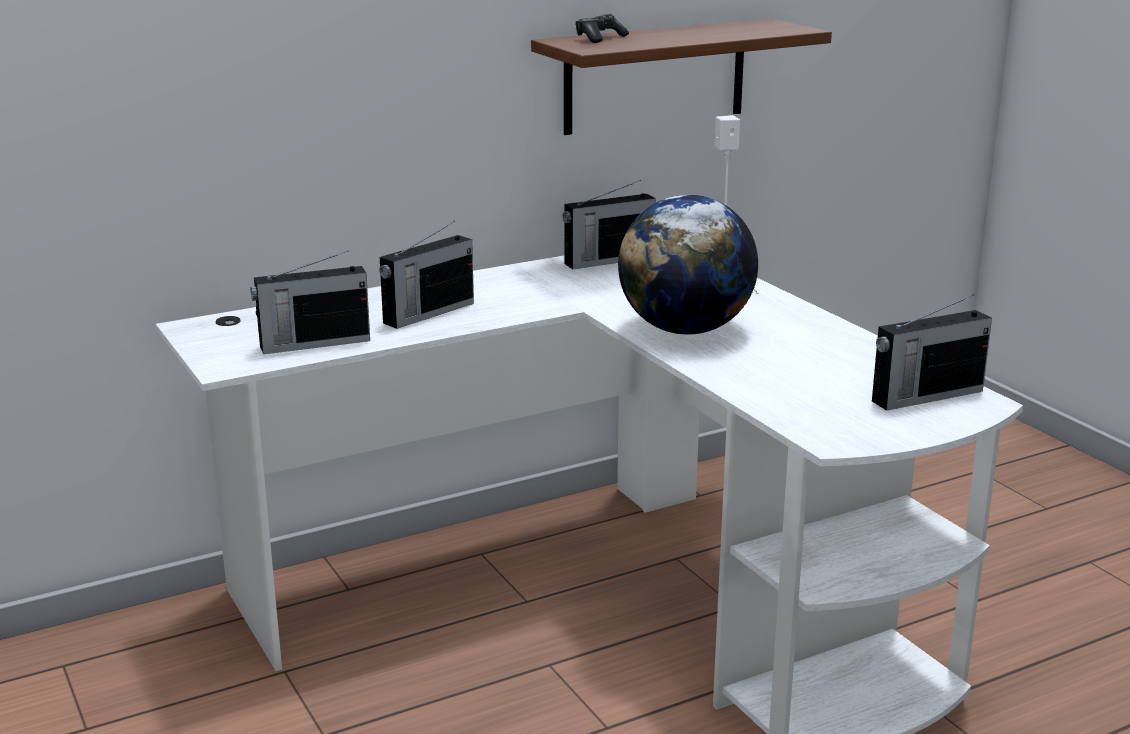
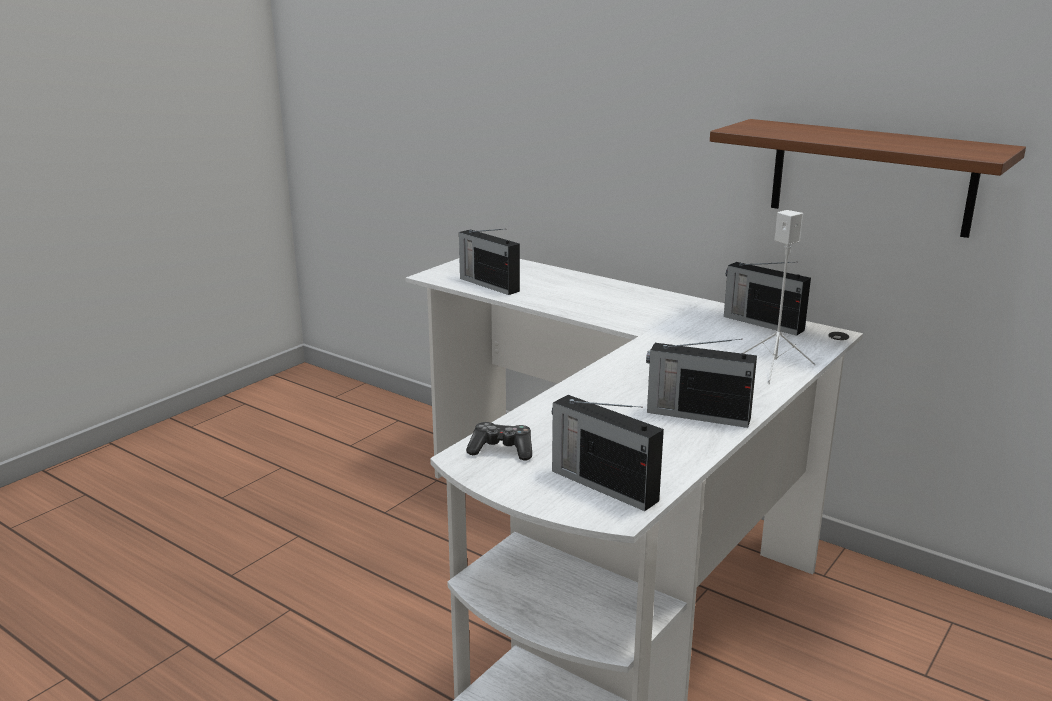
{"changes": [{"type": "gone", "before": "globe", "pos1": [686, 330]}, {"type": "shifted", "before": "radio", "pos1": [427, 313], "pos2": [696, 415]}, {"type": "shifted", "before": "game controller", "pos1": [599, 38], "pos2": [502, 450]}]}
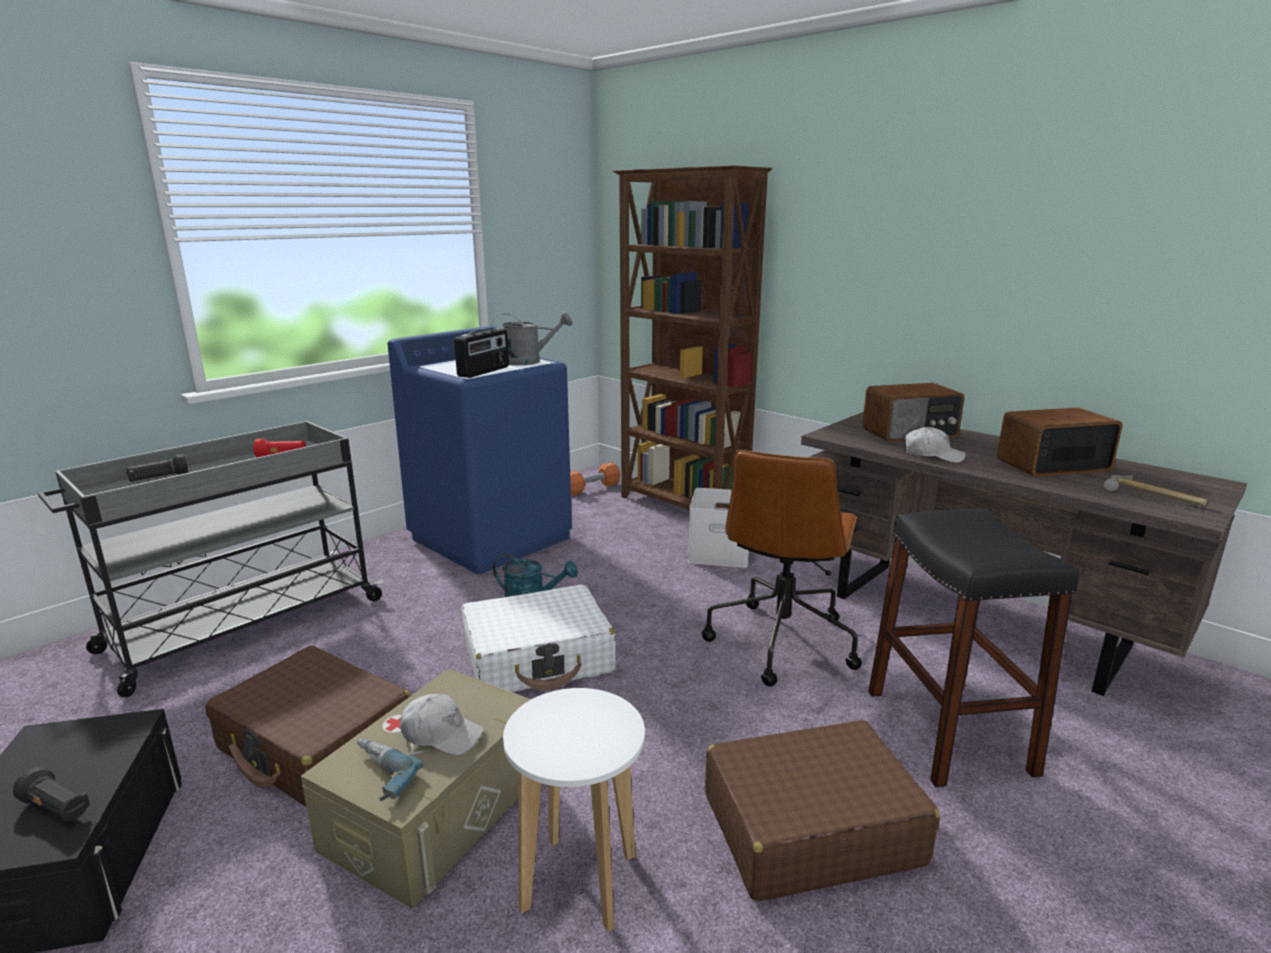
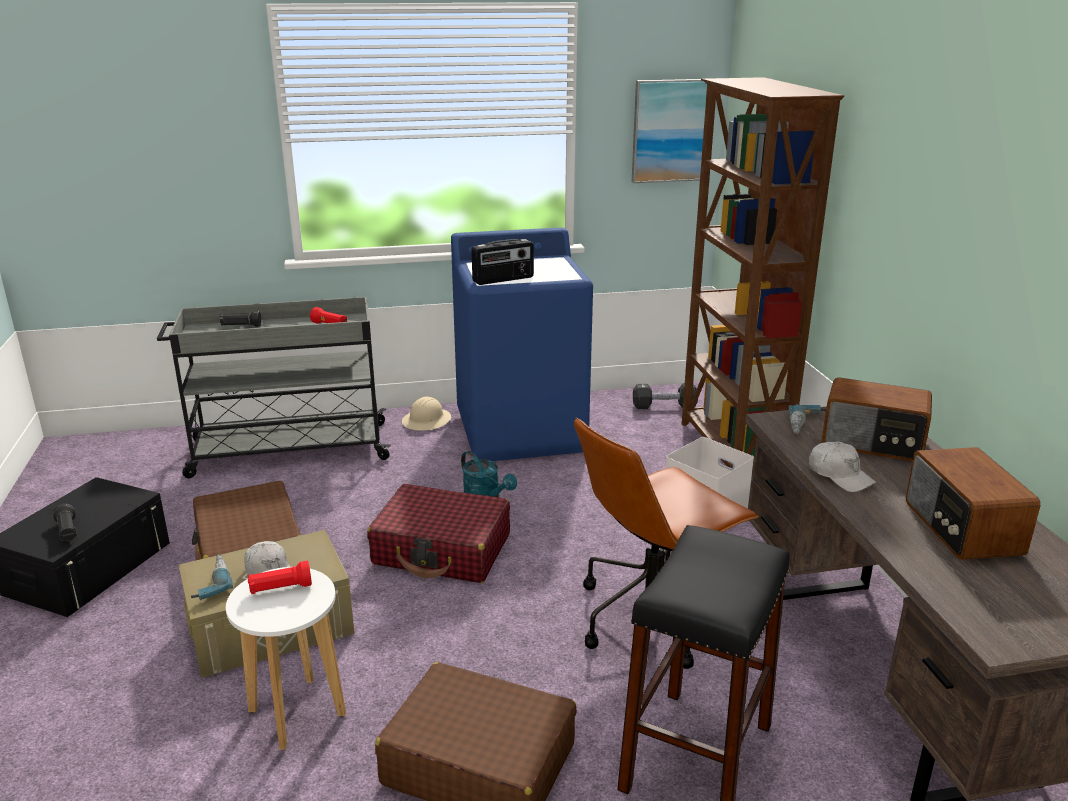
{"changes": [{"type": "gone", "before": "watering can (grey)", "pos1": [529, 361]}, {"type": "gone", "before": "hammer", "pos1": [1152, 496]}, {"type": "new", "after": "flashlight (red)", "pos2": [280, 588]}, {"type": "new", "after": "hard hat (beige)", "pos2": [427, 421]}, {"type": "new", "after": "picture", "pos2": [671, 131]}, {"type": "new", "after": "power drill", "pos2": [807, 426]}, {"type": "repainted", "before": "suitcase (white)", "after": "suitcase (red)", "pos1": [539, 658], "pos2": [442, 550]}, {"type": "repainted", "before": "dumbbell (orange)", "after": "dumbbell (black)", "pos1": [592, 488], "pos2": [664, 406]}, {"type": "rotated", "before": "radio", "pos1": [1051, 464], "pos2": [960, 528], "turn": -120}]}
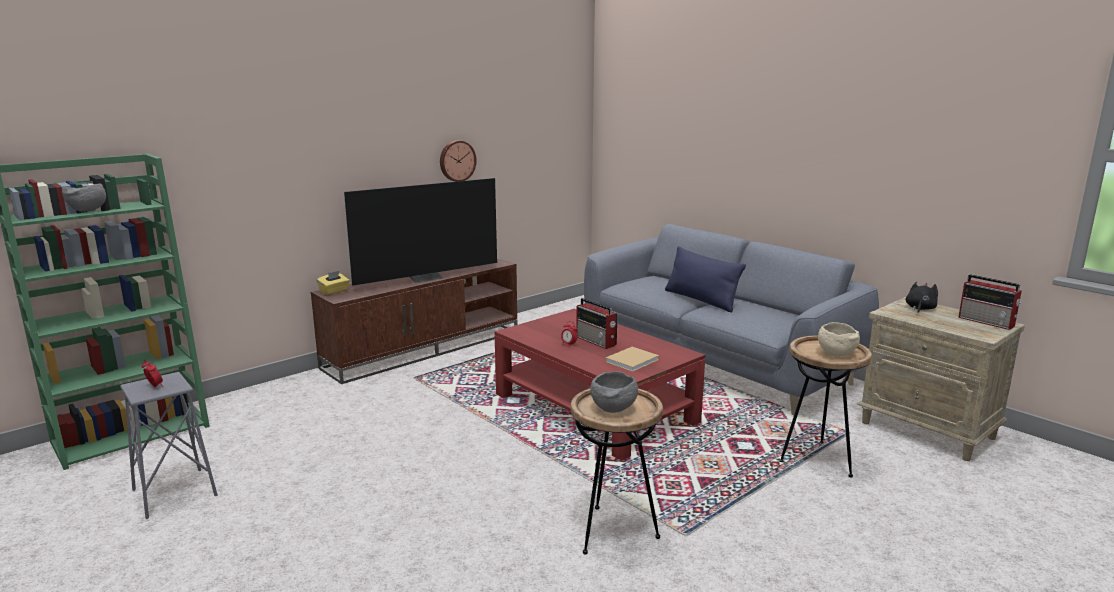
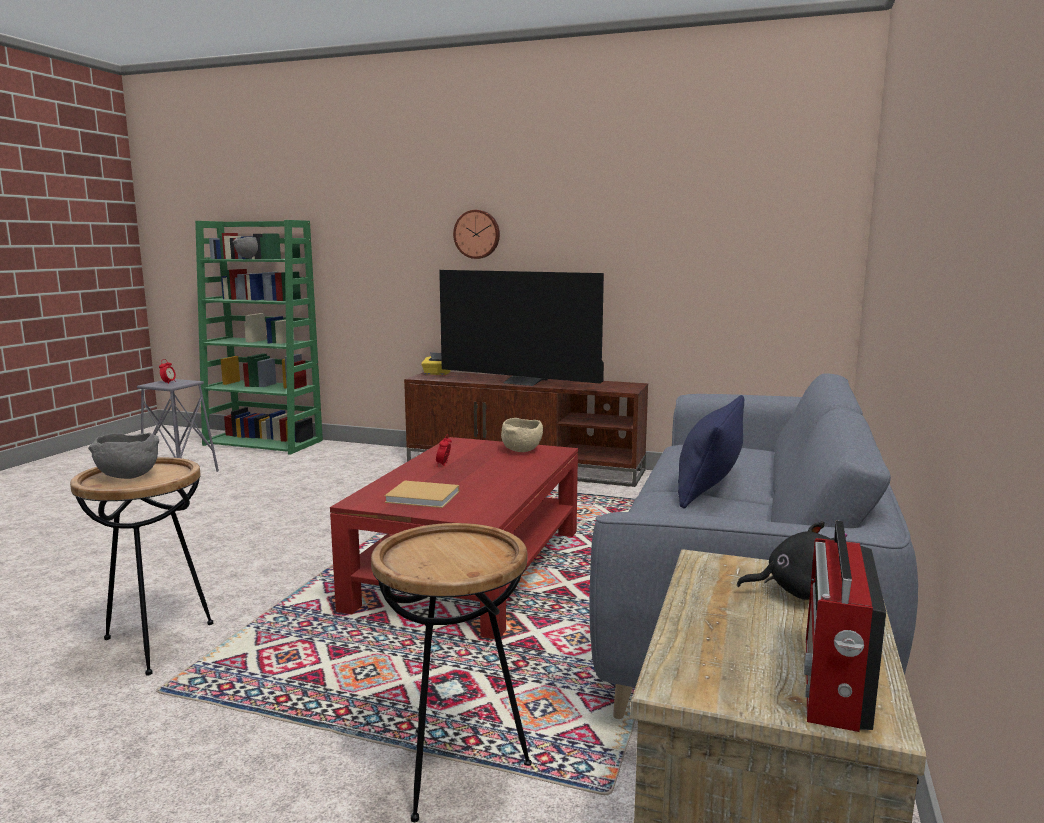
{"changes": [{"type": "gone", "before": "radio", "pos1": [596, 341]}, {"type": "shifted", "before": "wall clock", "pos1": [456, 161], "pos2": [477, 234]}, {"type": "shifted", "before": "bowl (beige)", "pos1": [835, 354], "pos2": [522, 450]}]}
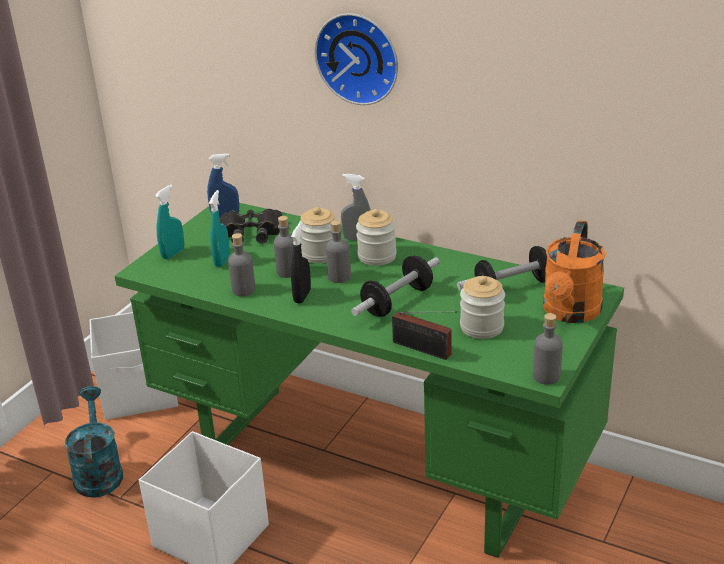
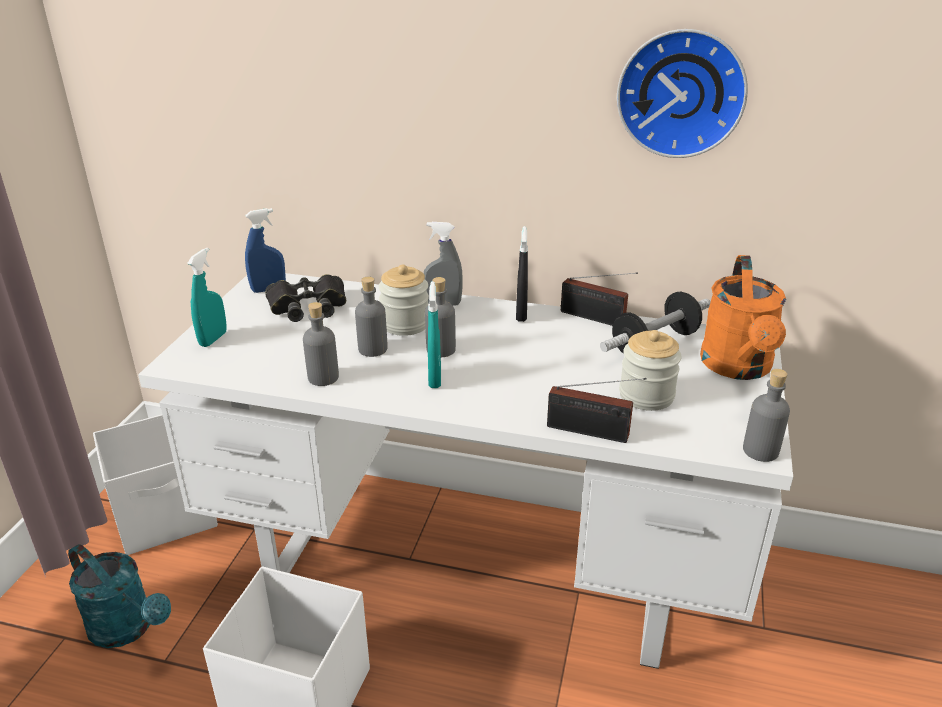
{"changes": [{"type": "gone", "before": "dumbbell", "pos1": [397, 301]}, {"type": "gone", "before": "jar", "pos1": [377, 256]}, {"type": "new", "after": "radio", "pos2": [595, 318]}, {"type": "shifted", "before": "spray bottle (turquoise)", "pos1": [222, 260], "pos2": [434, 379]}, {"type": "shifted", "before": "spray bottle (black)", "pos1": [302, 296], "pos2": [521, 314]}, {"type": "shifted", "before": "wall clock", "pos1": [359, 57], "pos2": [681, 93]}, {"type": "repainted", "before": "desk (green)", "after": "desk (white)", "pos1": [373, 463], "pos2": [473, 568]}, {"type": "rotated", "before": "watering can (turquoise)", "pos1": [98, 472], "pos2": [128, 628], "turn": 150}]}
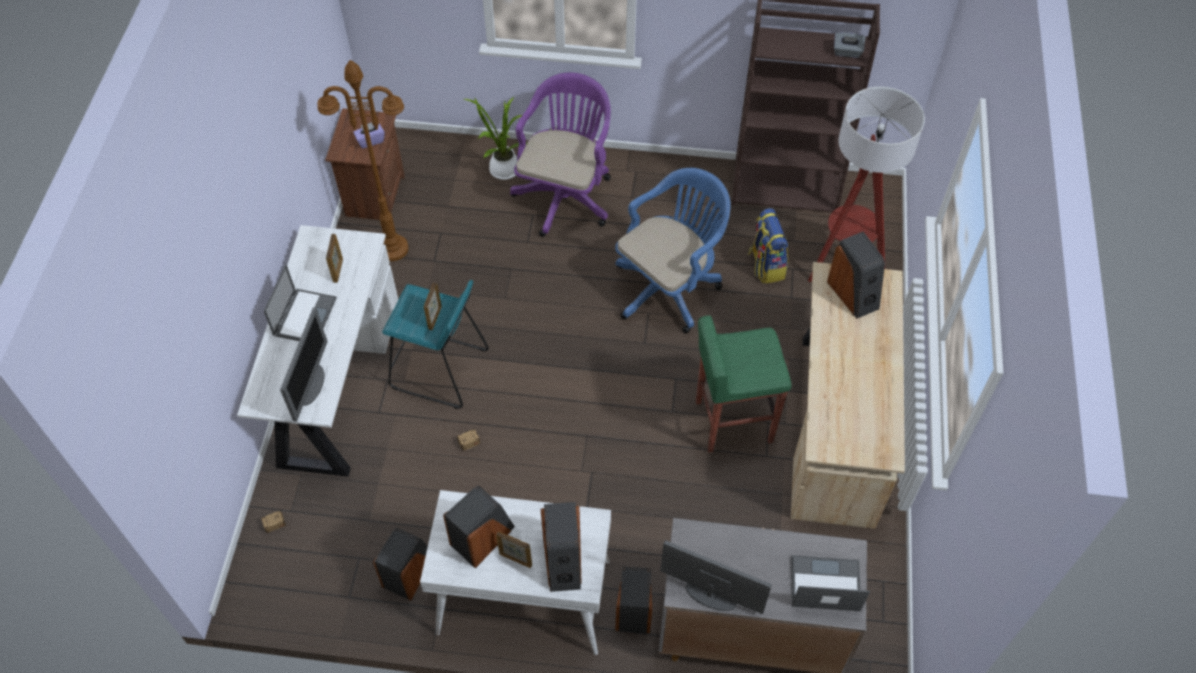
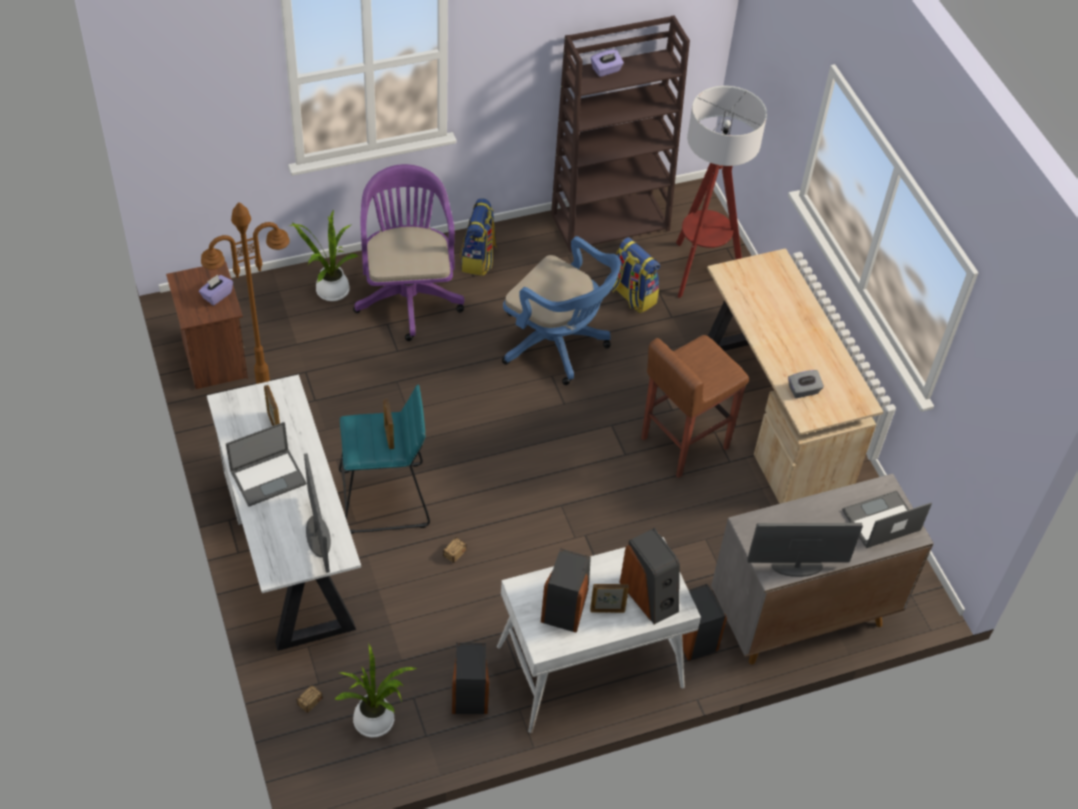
{"changes": [{"type": "gone", "before": "speaker", "pos1": [853, 294]}, {"type": "new", "after": "potted plant", "pos2": [377, 722]}, {"type": "new", "after": "backpack", "pos2": [478, 259]}, {"type": "new", "after": "tissue box (purple)", "pos2": [606, 70]}, {"type": "shifted", "before": "tissue box (grey)", "pos1": [847, 52], "pos2": [803, 391]}, {"type": "repainted", "before": "stool (green)", "after": "stool (brown)", "pos1": [732, 421], "pos2": [683, 443]}, {"type": "rotated", "before": "laptop", "pos1": [305, 316], "pos2": [269, 477], "turn": 75}, {"type": "rotated", "before": "office chair (blue)", "pos1": [669, 286], "pos2": [557, 345], "turn": 105}]}
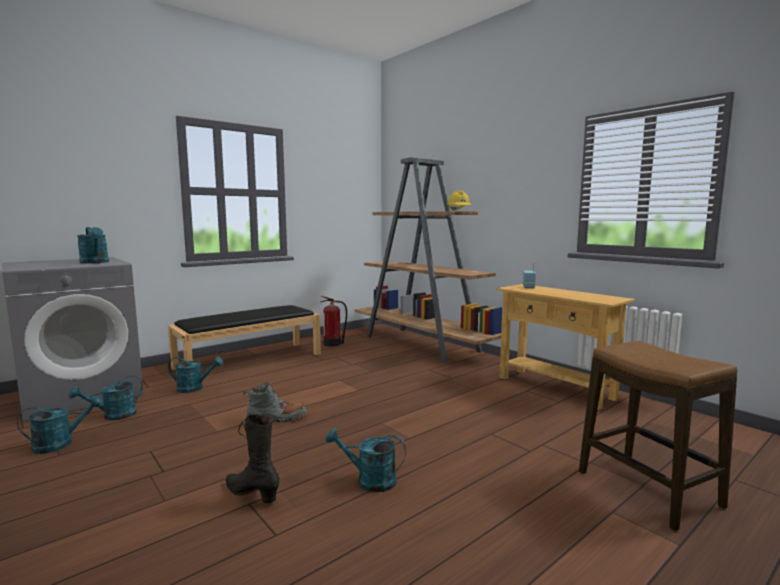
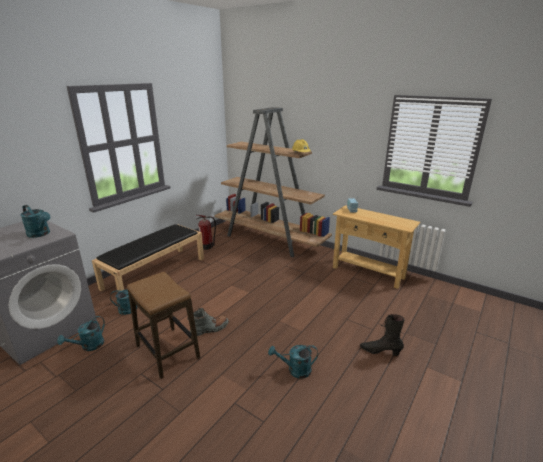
{"changes": [{"type": "gone", "before": "watering can (turquoise)", "pos1": [61, 443]}, {"type": "shifted", "before": "boot (black)", "pos1": [252, 493], "pos2": [380, 351]}, {"type": "shifted", "before": "stool", "pos1": [647, 489], "pos2": [167, 352]}]}
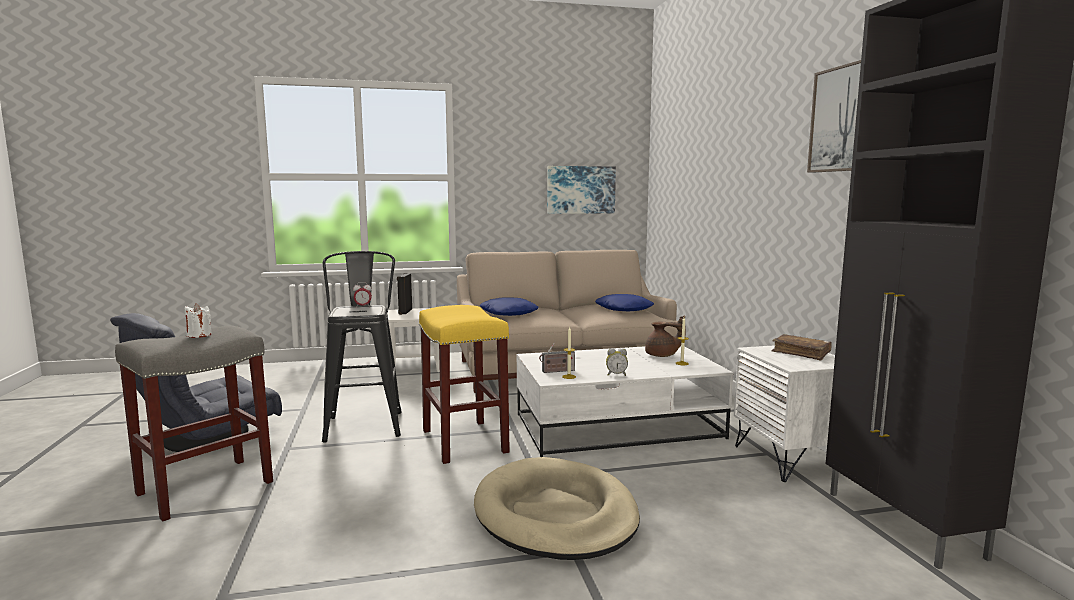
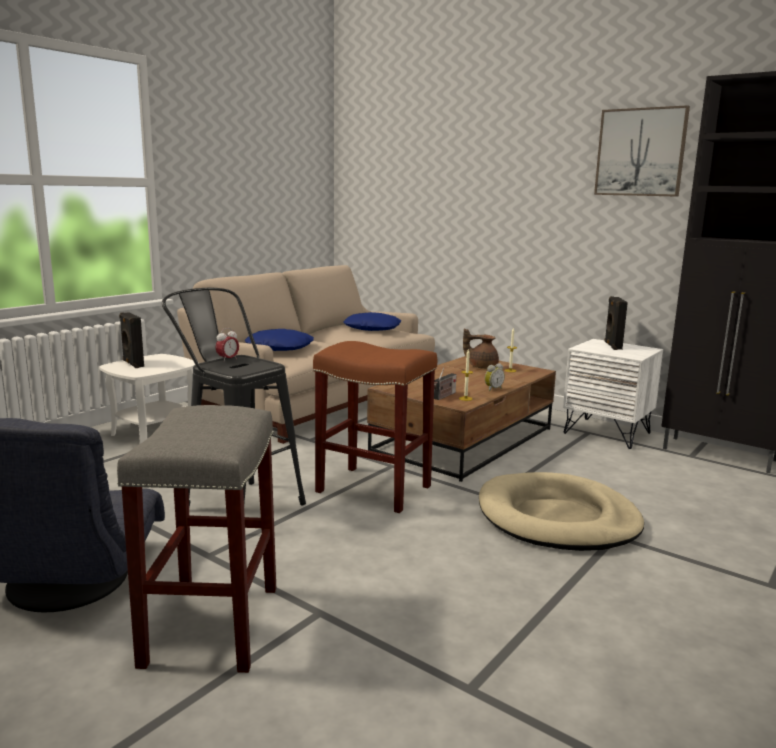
{"changes": [{"type": "gone", "before": "candle (white)", "pos1": [199, 335]}, {"type": "gone", "before": "picture", "pos1": [580, 190]}, {"type": "swapped", "before": "book (brown)", "after": "speaker (black)", "pos1": [801, 353], "pos2": [612, 346]}, {"type": "repainted", "before": "stool (yellow)", "after": "stool (brown)", "pos1": [465, 441], "pos2": [375, 489]}, {"type": "repainted", "before": "coffee table (white)", "after": "coffee table (brown)", "pos1": [618, 426], "pos2": [464, 440]}, {"type": "rotated", "before": "teapot (brown)", "pos1": [662, 355], "pos2": [481, 367], "turn": -135}]}
